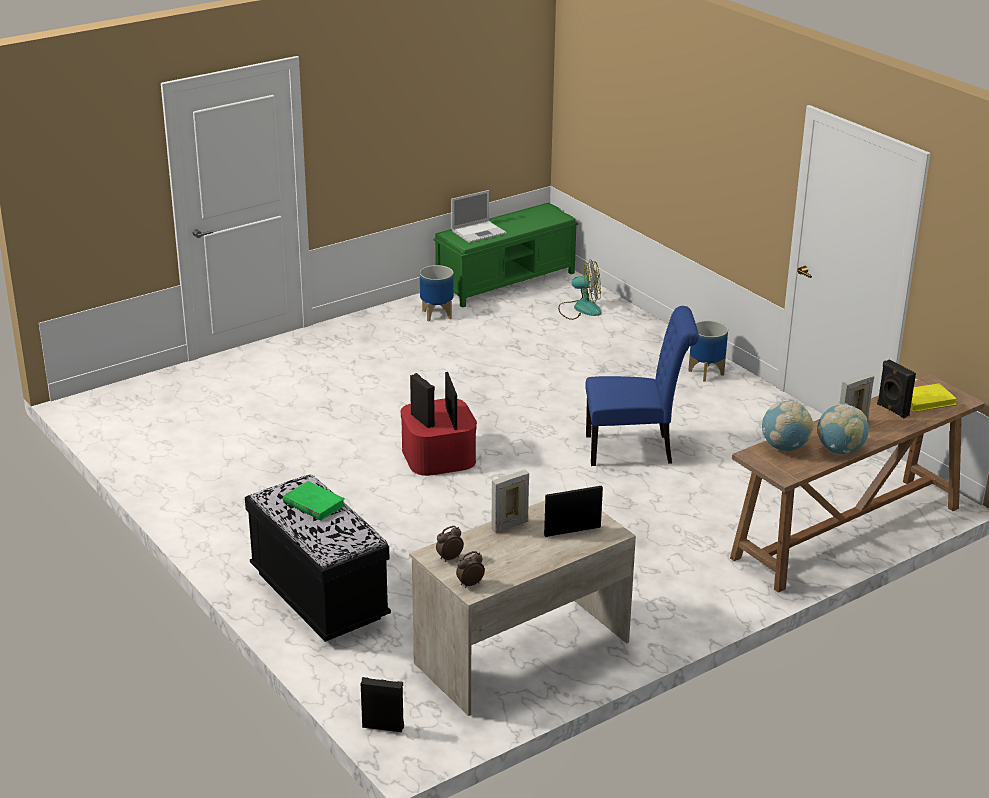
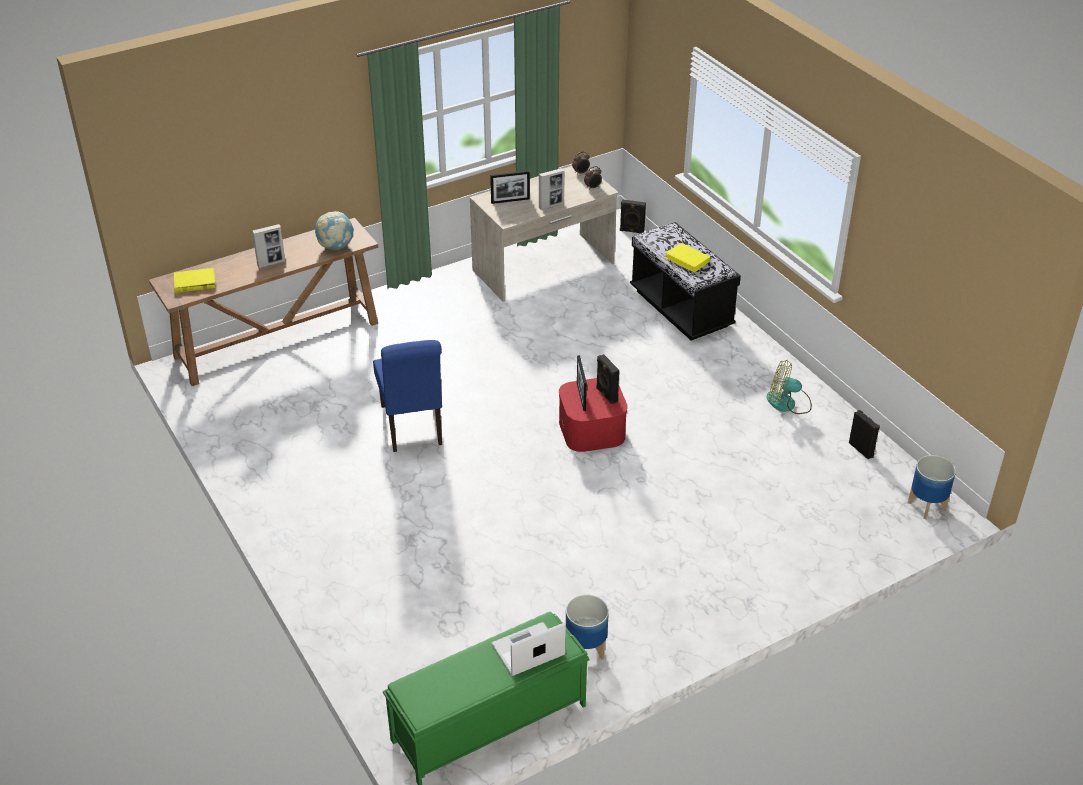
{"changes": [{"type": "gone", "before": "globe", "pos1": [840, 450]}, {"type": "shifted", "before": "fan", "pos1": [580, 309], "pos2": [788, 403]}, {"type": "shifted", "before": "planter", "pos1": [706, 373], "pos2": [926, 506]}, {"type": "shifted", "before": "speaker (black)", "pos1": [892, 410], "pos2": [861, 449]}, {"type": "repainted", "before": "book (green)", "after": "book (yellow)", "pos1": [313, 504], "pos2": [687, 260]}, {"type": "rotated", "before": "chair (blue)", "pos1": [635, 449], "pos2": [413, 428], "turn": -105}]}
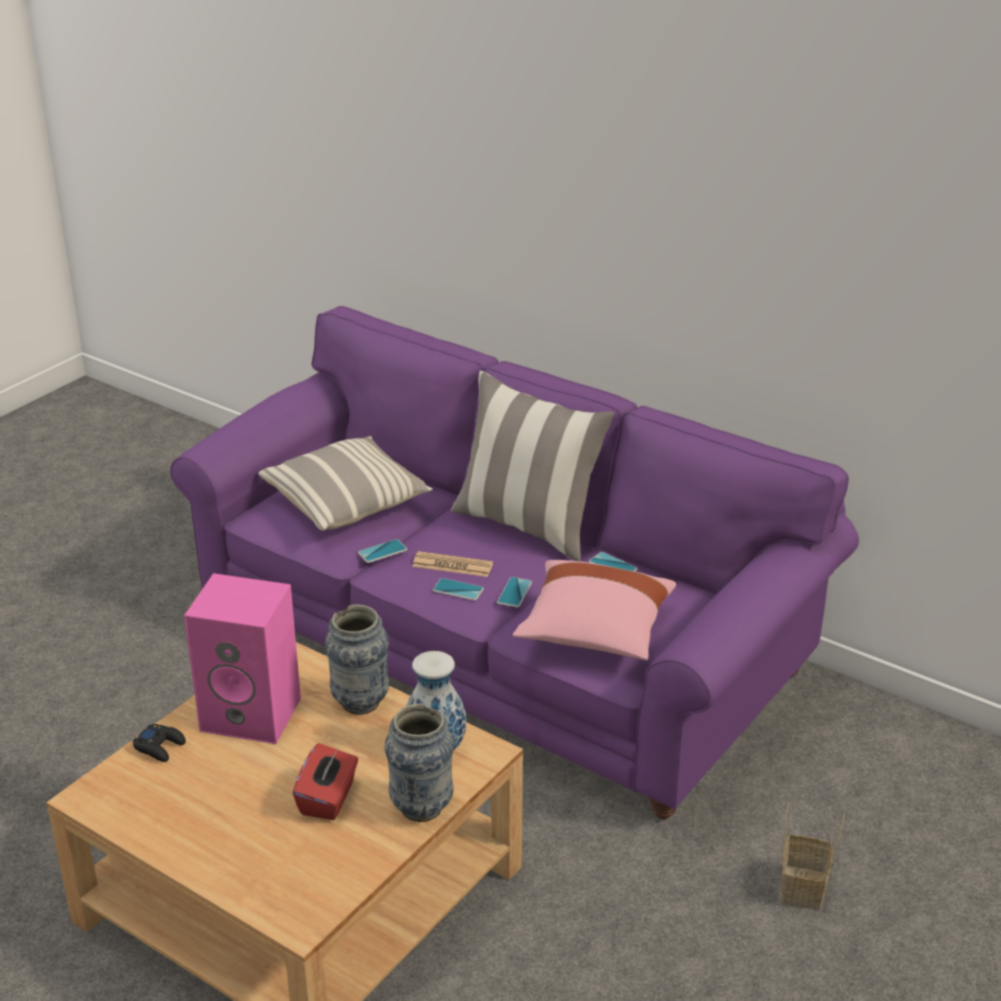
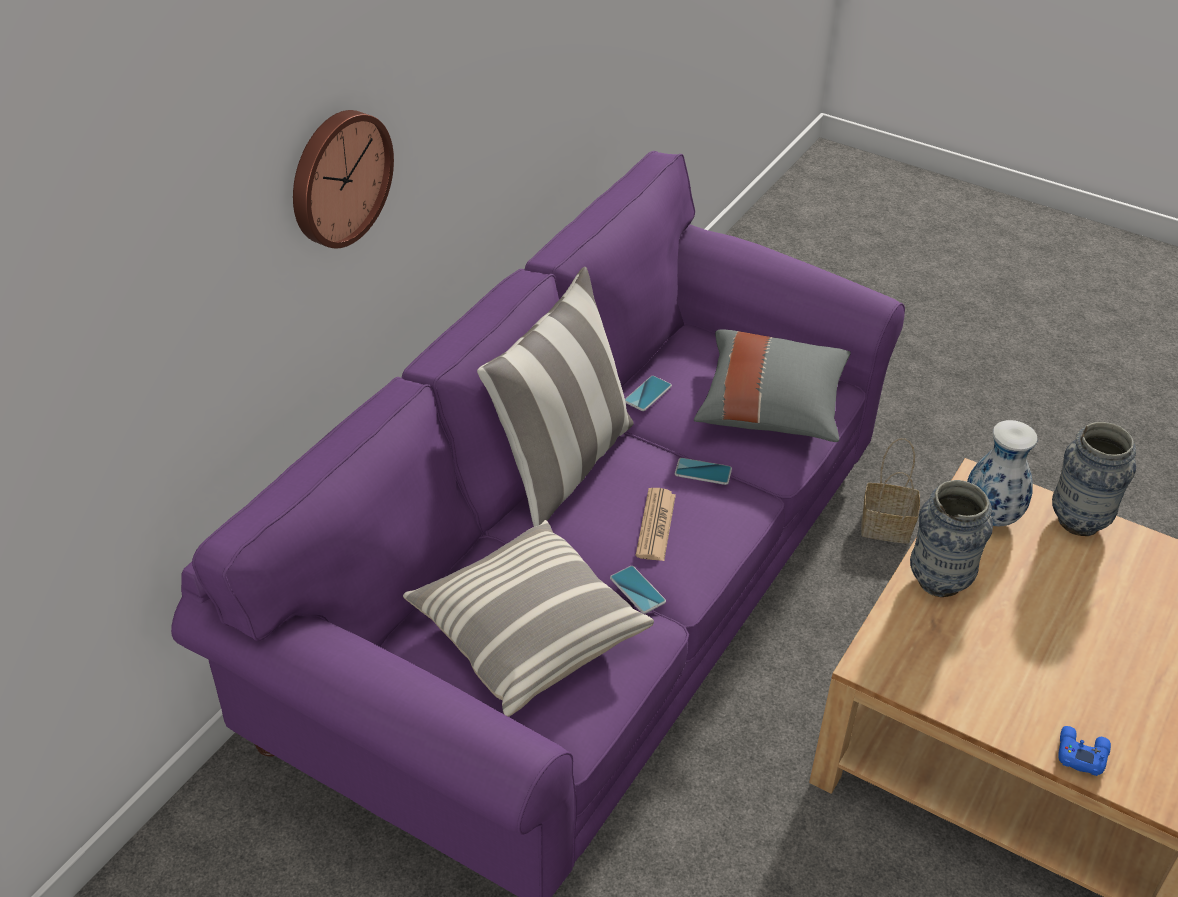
{"changes": [{"type": "gone", "before": "speaker (pink)", "pos1": [254, 714]}, {"type": "gone", "before": "tissue box (red)", "pos1": [328, 799]}, {"type": "gone", "before": "phone", "pos1": [458, 590]}, {"type": "new", "after": "wall clock", "pos2": [338, 177]}, {"type": "shifted", "before": "basket", "pos1": [804, 889], "pos2": [888, 526]}, {"type": "repainted", "before": "game controller (black)", "after": "game controller (blue)", "pos1": [160, 747], "pos2": [1081, 753]}, {"type": "repainted", "before": "pillow (pink)", "after": "pillow (grey)", "pos1": [594, 632], "pos2": [771, 407]}]}
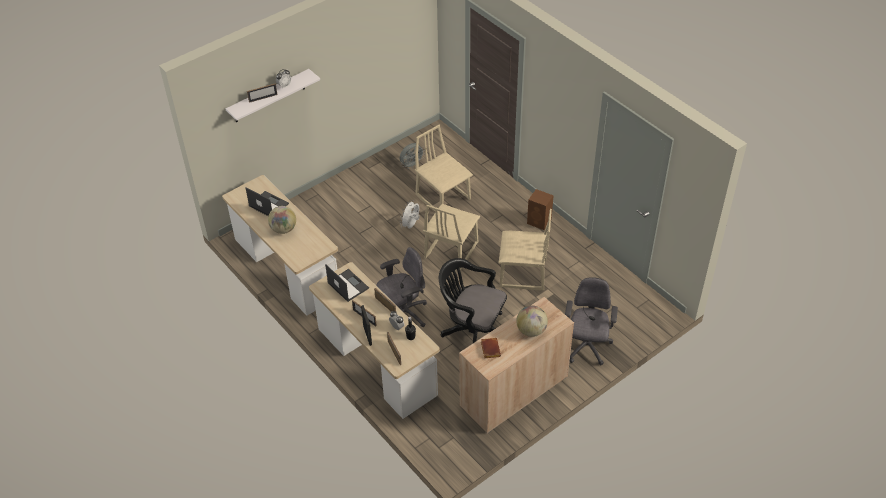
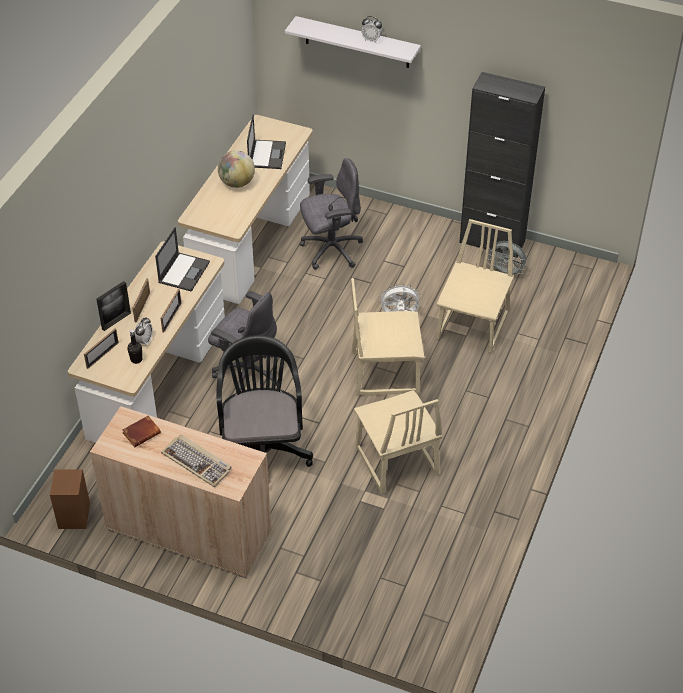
{"changes": [{"type": "gone", "before": "picture frame", "pos1": [263, 98]}, {"type": "new", "after": "cabinet (black)", "pos2": [492, 242]}, {"type": "shifted", "before": "speaker (brown)", "pos1": [539, 221], "pos2": [74, 516]}, {"type": "shifted", "before": "office chair (grey)", "pos1": [586, 347], "pos2": [331, 250]}, {"type": "swapped", "before": "globe", "after": "keyboard", "pos1": [531, 330], "pos2": [197, 462]}]}
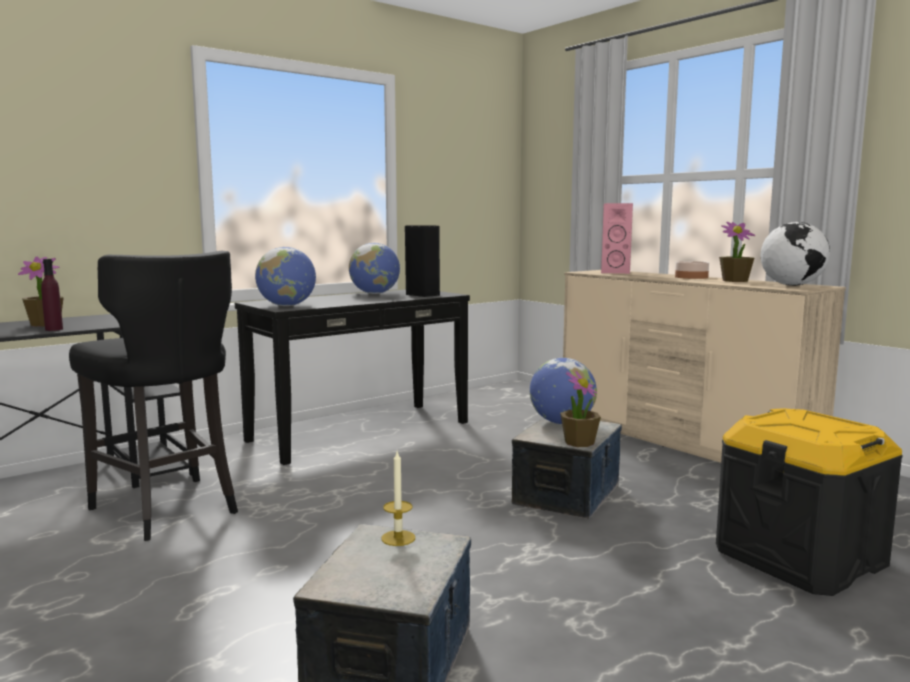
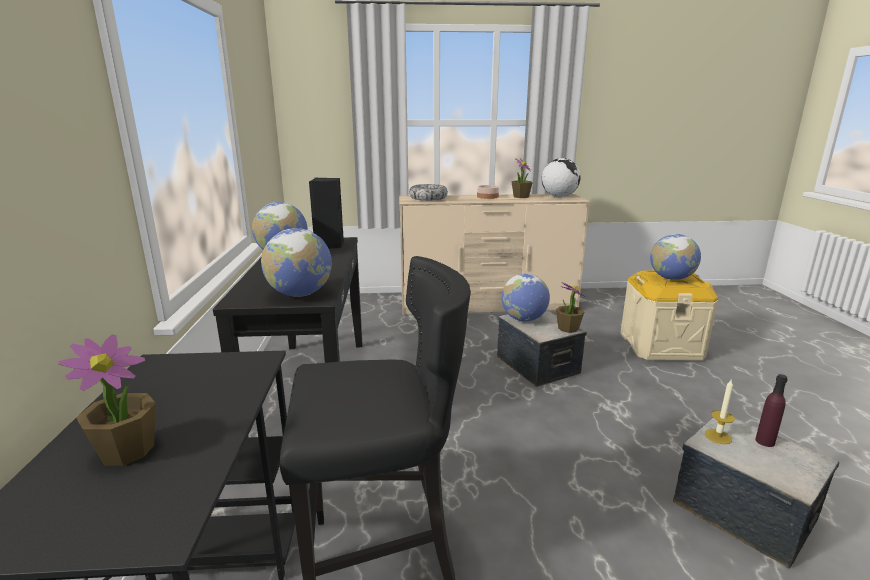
{"changes": [{"type": "new", "after": "globe", "pos2": [671, 278]}, {"type": "shifted", "before": "bottle (purple)", "pos1": [54, 329], "pos2": [765, 441]}, {"type": "swapped", "before": "speaker (pink)", "after": "bowl", "pos1": [616, 272], "pos2": [428, 198]}, {"type": "repainted", "before": "storage box (black)", "after": "storage box (beige)", "pos1": [799, 557], "pos2": [661, 346]}]}
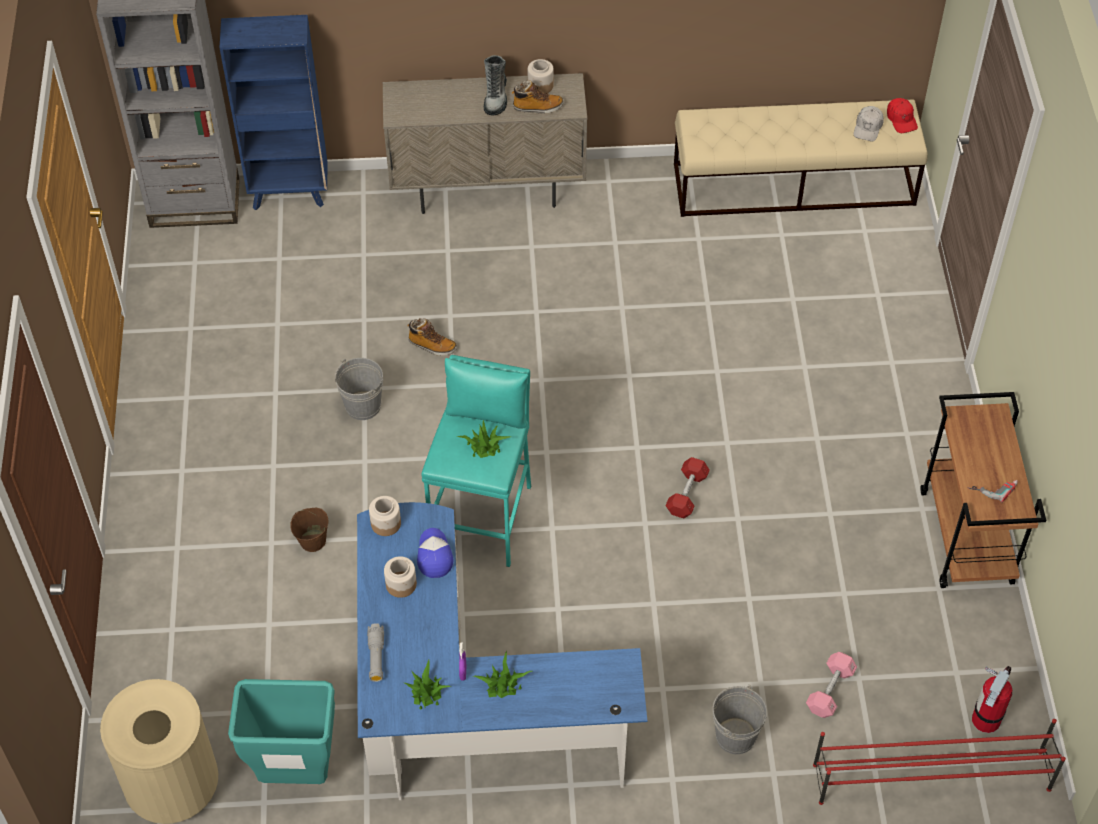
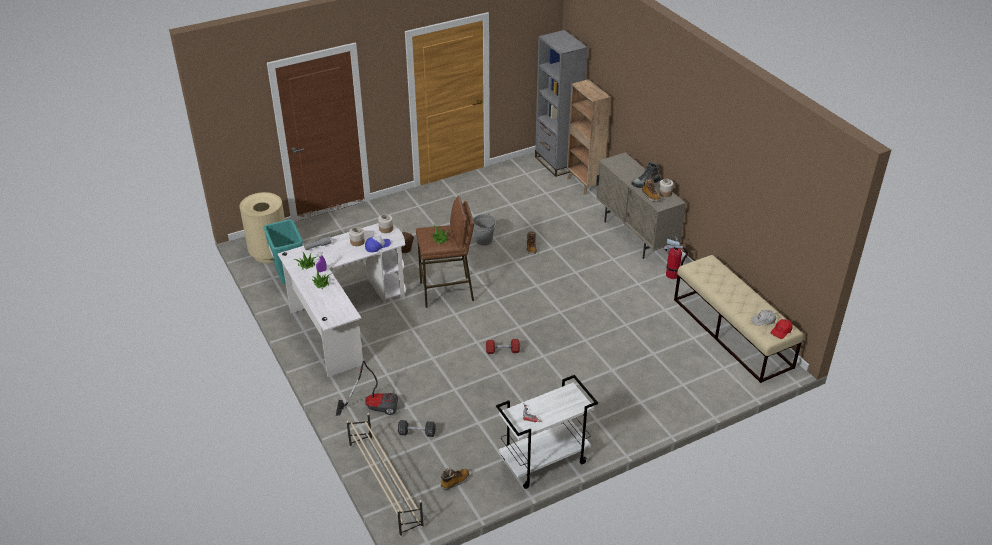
{"changes": [{"type": "new", "after": "boot", "pos2": [455, 481]}, {"type": "shifted", "before": "fire extinguisher", "pos1": [986, 719], "pos2": [672, 275]}, {"type": "swapped", "before": "bucket (grey)", "after": "vacuum cleaner", "pos1": [735, 736], "pos2": [373, 406]}, {"type": "repainted", "before": "bookcase (blue)", "after": "bookcase (brown)", "pos1": [290, 193], "pos2": [584, 184]}, {"type": "repainted", "before": "desk (blue)", "after": "desk (white)", "pos1": [462, 709], "pos2": [343, 316]}, {"type": "repainted", "before": "stool (turquoise)", "after": "stool (brown)", "pos1": [483, 518], "pos2": [447, 292]}, {"type": "repainted", "before": "dumbbell (pink)", "after": "dumbbell (black)", "pos1": [830, 690], "pos2": [417, 433]}, {"type": "repainted", "before": "shoe rack (red)", "after": "shoe rack (beige)", "pos1": [930, 776], "pos2": [385, 484]}, {"type": "repainted", "before": "cart (brown)", "after": "cart (white)", "pos1": [967, 537], "pos2": [544, 462]}]}
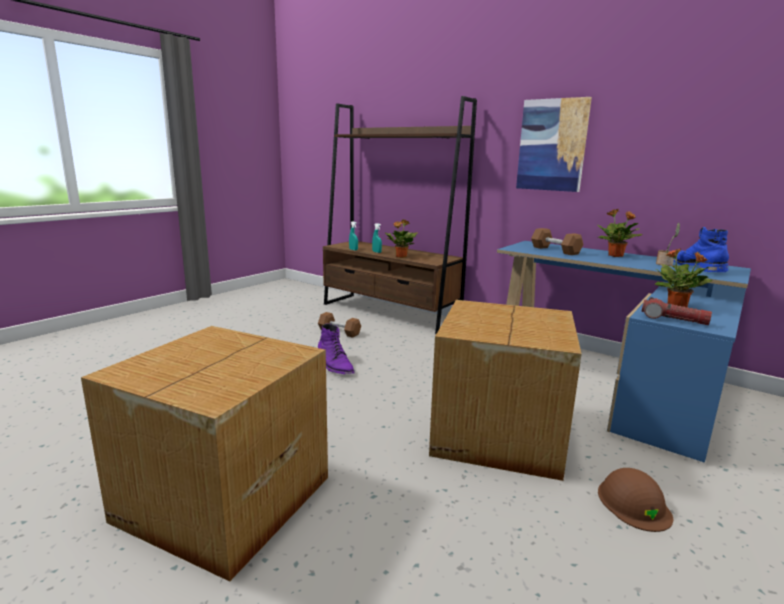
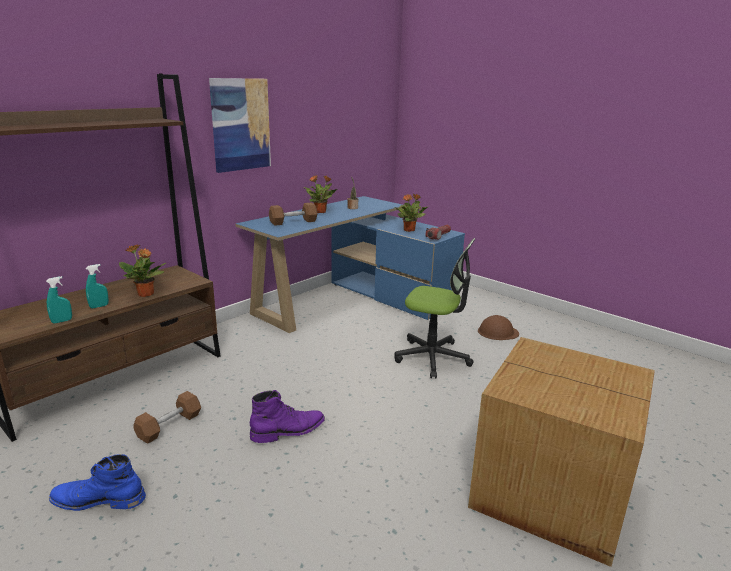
{"changes": [{"type": "shifted", "before": "boot (blue)", "pos1": [697, 267], "pos2": [98, 500]}, {"type": "swapped", "before": "cardboard box", "after": "office chair", "pos1": [496, 434], "pos2": [432, 357]}]}
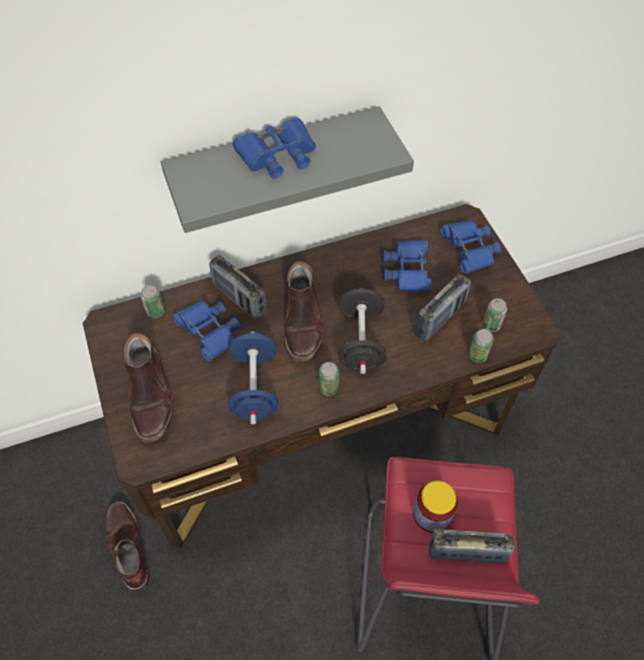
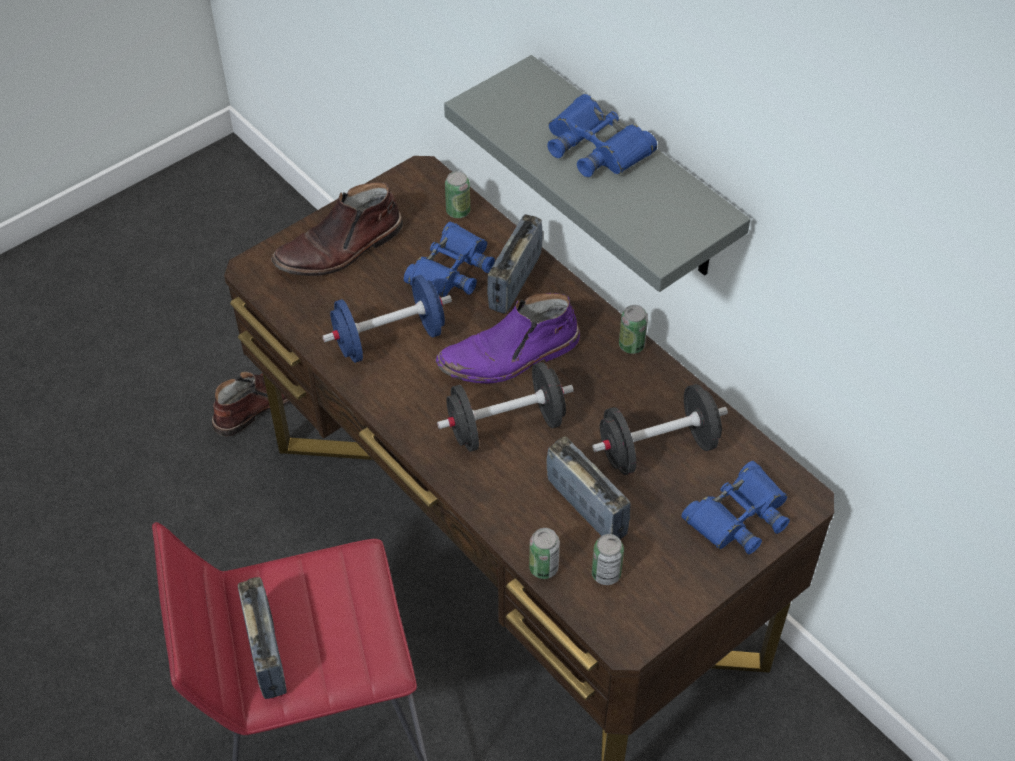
{"changes": [{"type": "gone", "before": "jar", "pos1": [432, 514]}, {"type": "shifted", "before": "can", "pos1": [328, 388], "pos2": [631, 345]}, {"type": "swapped", "before": "binoculars (blue)", "after": "dumbbell (black)", "pos1": [408, 270], "pos2": [657, 449]}, {"type": "repainted", "before": "boot (brown)", "after": "boot (purple)", "pos1": [303, 322], "pos2": [509, 357]}, {"type": "rotated", "before": "radio", "pos1": [439, 319], "pos2": [586, 507], "turn": -150}]}
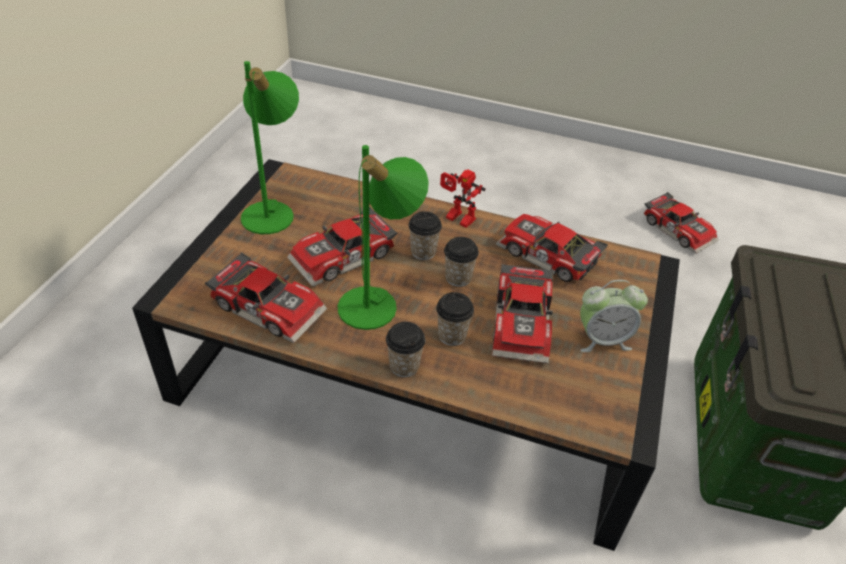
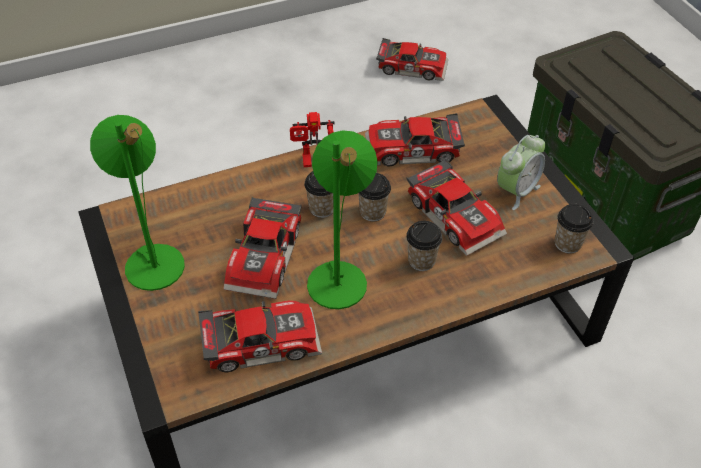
{"changes": [{"type": "shifted", "before": "cup", "pos1": [404, 366], "pos2": [567, 243]}]}
